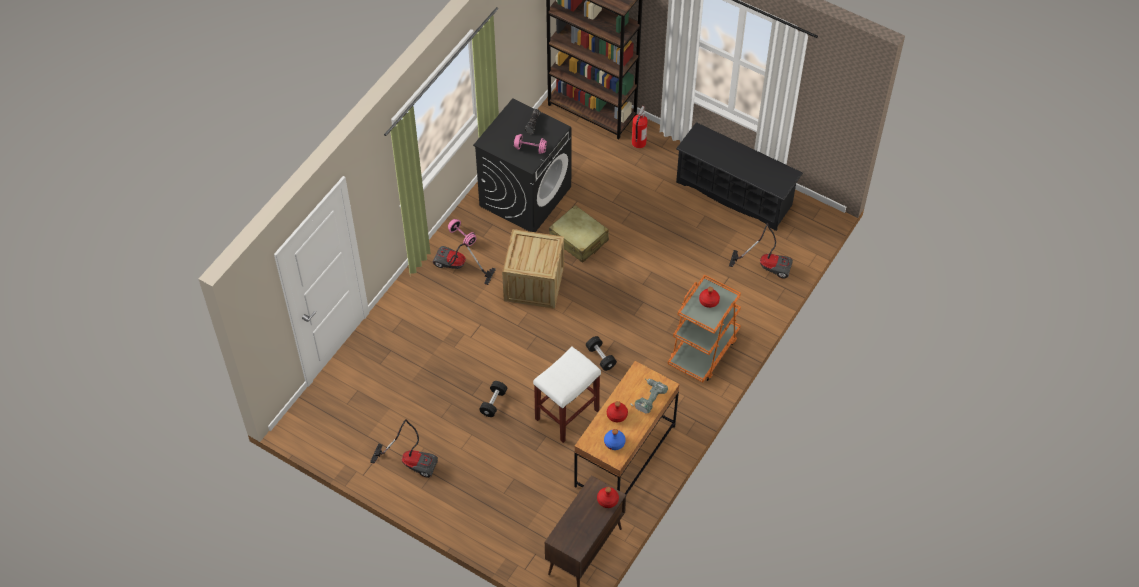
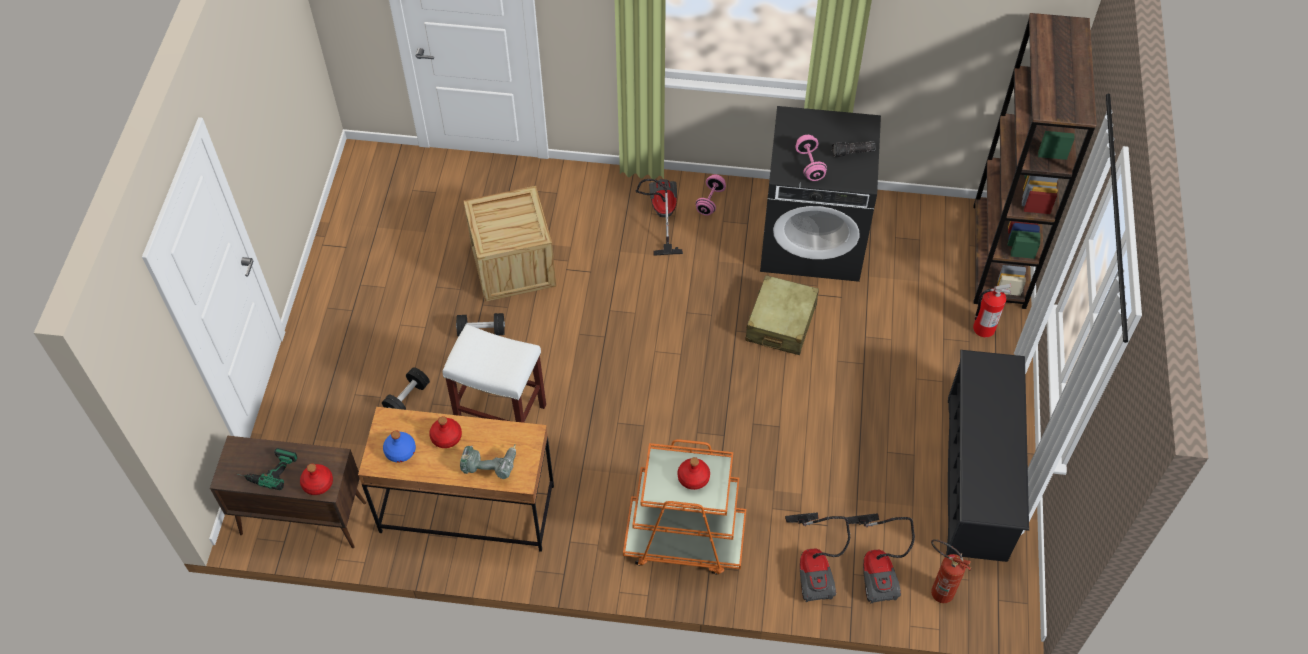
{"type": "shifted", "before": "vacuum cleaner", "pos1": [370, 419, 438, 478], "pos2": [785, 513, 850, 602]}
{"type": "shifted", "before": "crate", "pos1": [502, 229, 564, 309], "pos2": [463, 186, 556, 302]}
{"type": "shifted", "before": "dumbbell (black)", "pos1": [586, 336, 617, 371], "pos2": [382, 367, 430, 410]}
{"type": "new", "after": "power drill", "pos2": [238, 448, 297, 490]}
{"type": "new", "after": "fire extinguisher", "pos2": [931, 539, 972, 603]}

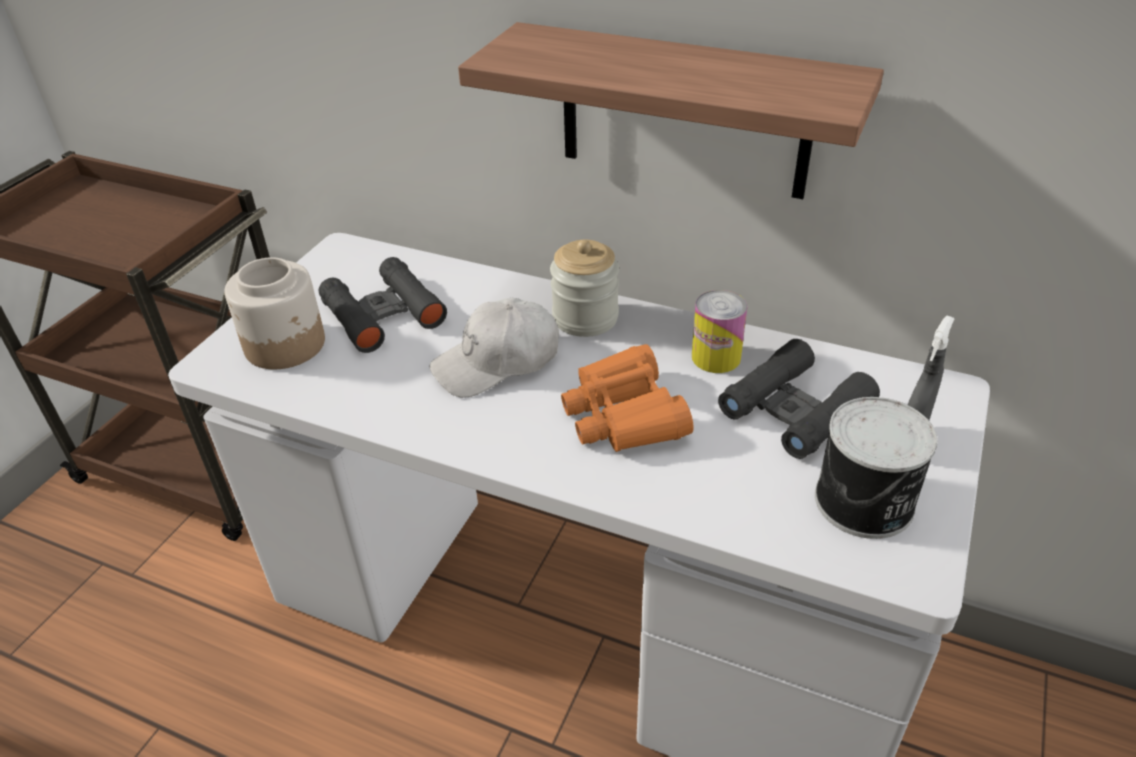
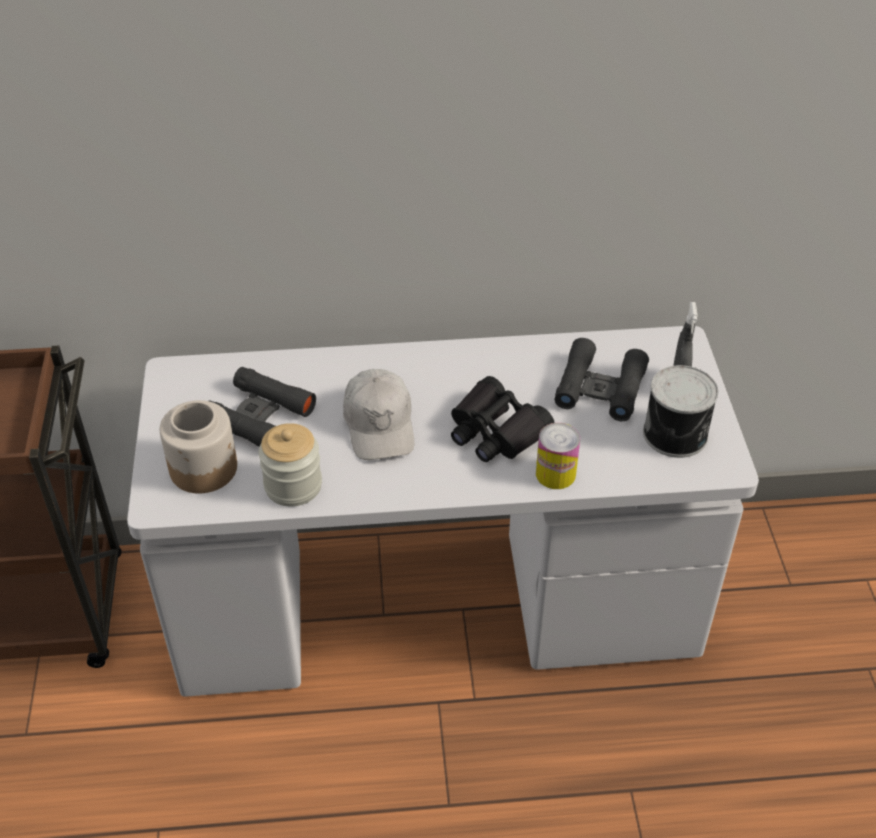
{"type": "rotated", "before": "cap (white)", "pos1": [430, 298, 559, 398], "pos2": [343, 369, 414, 460], "turn": -45}
{"type": "gone", "before": "shelf", "pos1": [458, 22, 884, 199]}
{"type": "shifted", "before": "jar", "pos1": [550, 239, 619, 337], "pos2": [259, 423, 322, 507]}
{"type": "repainted", "before": "binoculars (orange)", "after": "binoculars (black)", "pos1": [561, 344, 694, 452], "pos2": [451, 376, 554, 462]}
{"type": "shifted", "before": "can", "pos1": [692, 290, 747, 373], "pos2": [536, 423, 580, 489]}

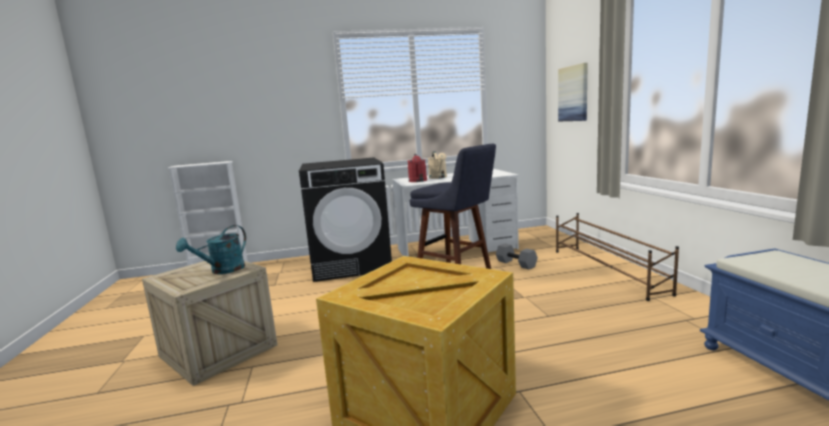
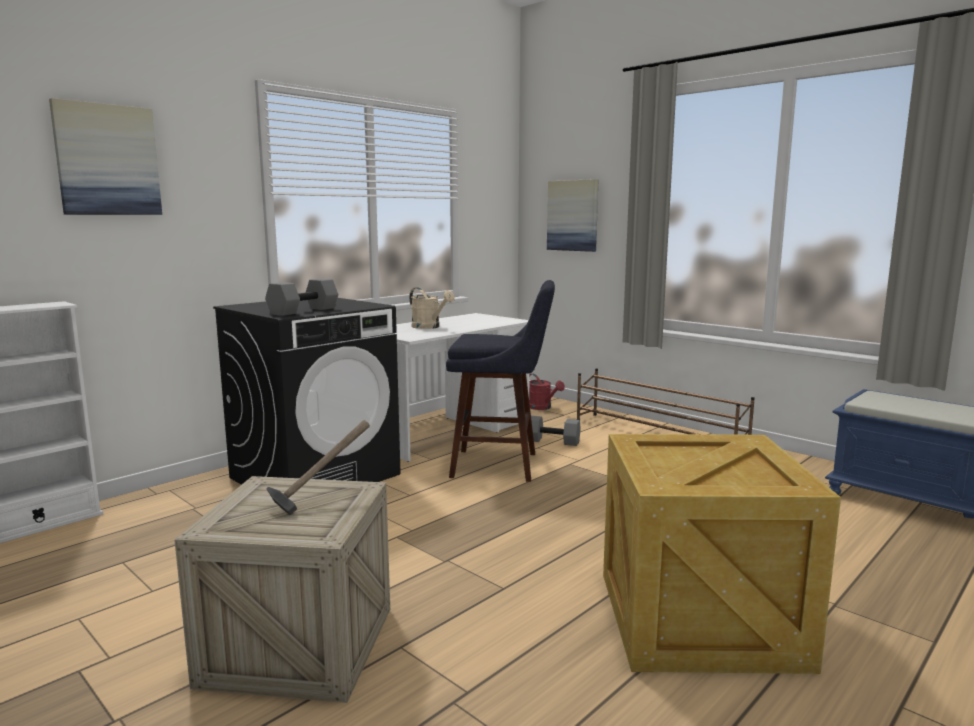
{"type": "swapped", "before": "watering can (turquoise)", "after": "hammer", "pos1": [176, 225, 246, 274], "pos2": [266, 420, 370, 515]}
{"type": "shifted", "before": "watering can (red)", "pos1": [407, 154, 427, 182], "pos2": [529, 374, 565, 410]}
{"type": "new", "after": "picture", "pos2": [49, 98, 162, 215]}
{"type": "new", "after": "dumbbell (grey)", "pos2": [265, 279, 338, 316]}

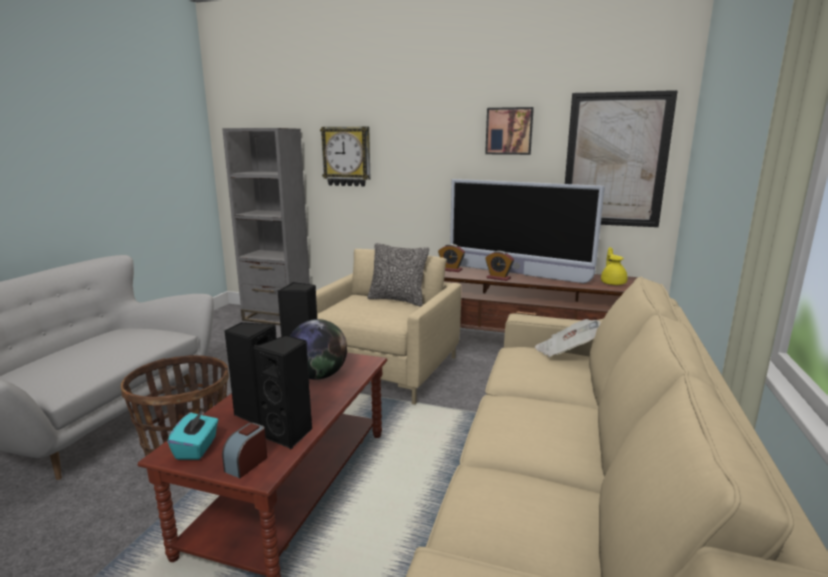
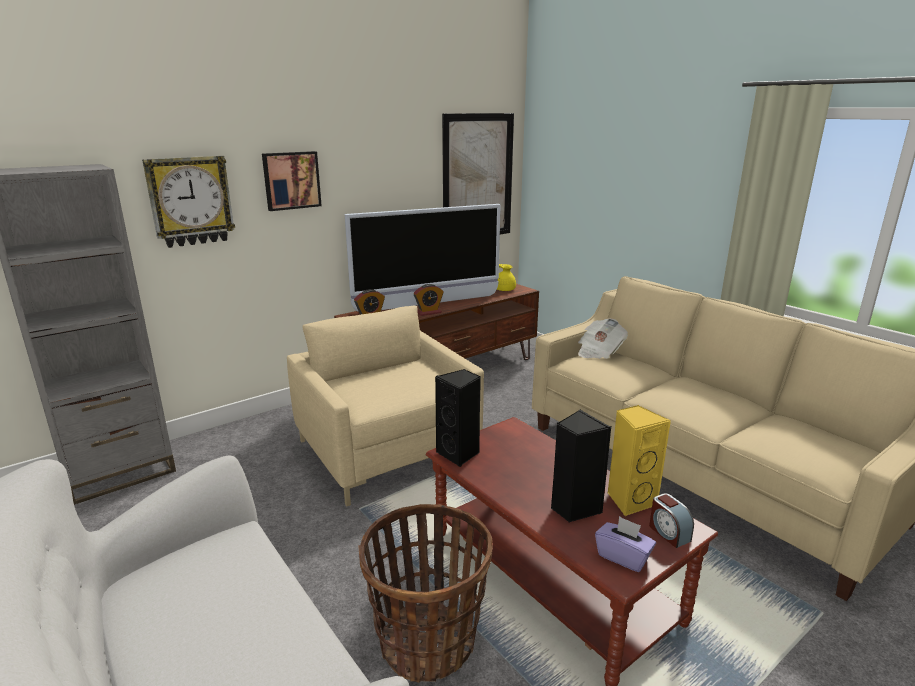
{"type": "repainted", "before": "tissue box (turquoise)", "after": "tissue box (purple)", "pos1": [167, 411, 218, 460], "pos2": [595, 516, 656, 572]}
{"type": "repainted", "before": "speaker (black)", "after": "speaker (yellow)", "pos1": [252, 335, 313, 449], "pos2": [607, 405, 671, 517]}
{"type": "gone", "before": "globe", "pos1": [290, 319, 347, 380]}
{"type": "gone", "before": "pillow", "pos1": [367, 243, 429, 306]}
{"type": "shifted", "before": "picture", "pos1": [485, 107, 534, 155], "pos2": [262, 151, 322, 211]}

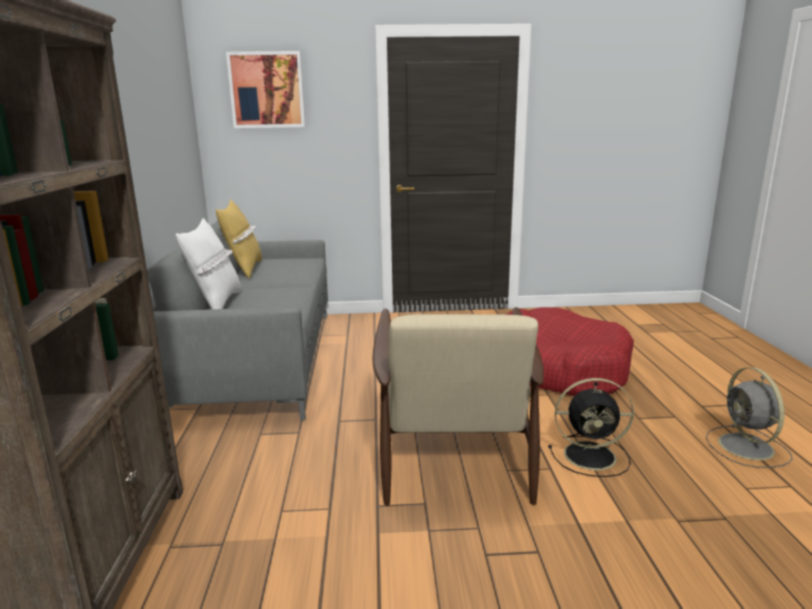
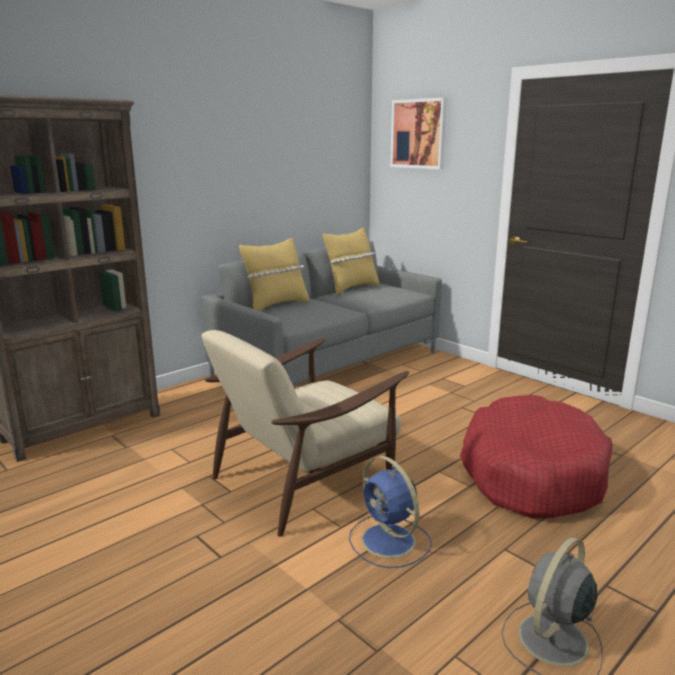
{"type": "repainted", "before": "pillow (white)", "after": "pillow (yellow)", "pos1": [176, 218, 242, 309], "pos2": [239, 238, 309, 311]}
{"type": "repainted", "before": "fan (black)", "after": "fan (blue)", "pos1": [548, 378, 634, 477], "pos2": [349, 456, 432, 568]}

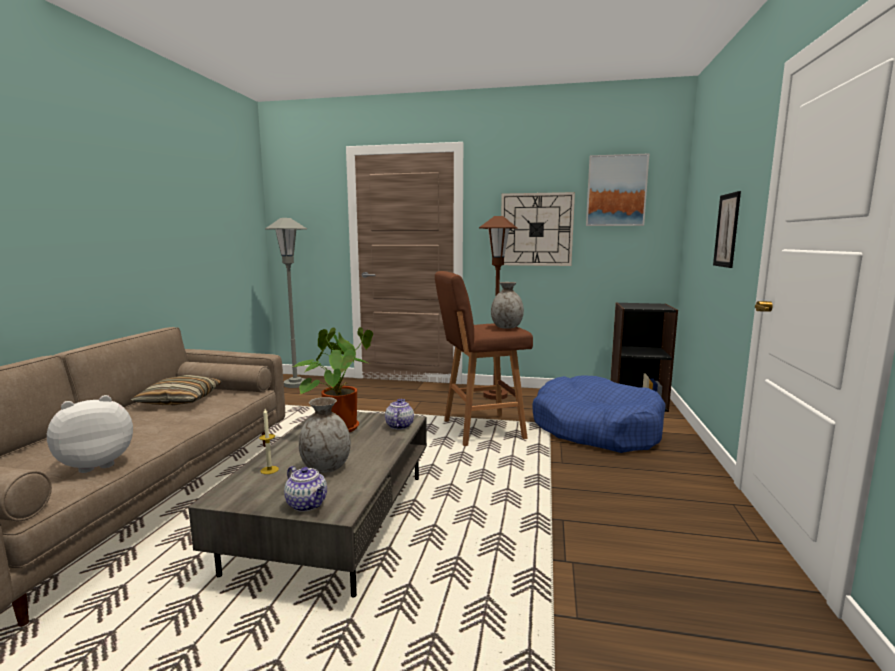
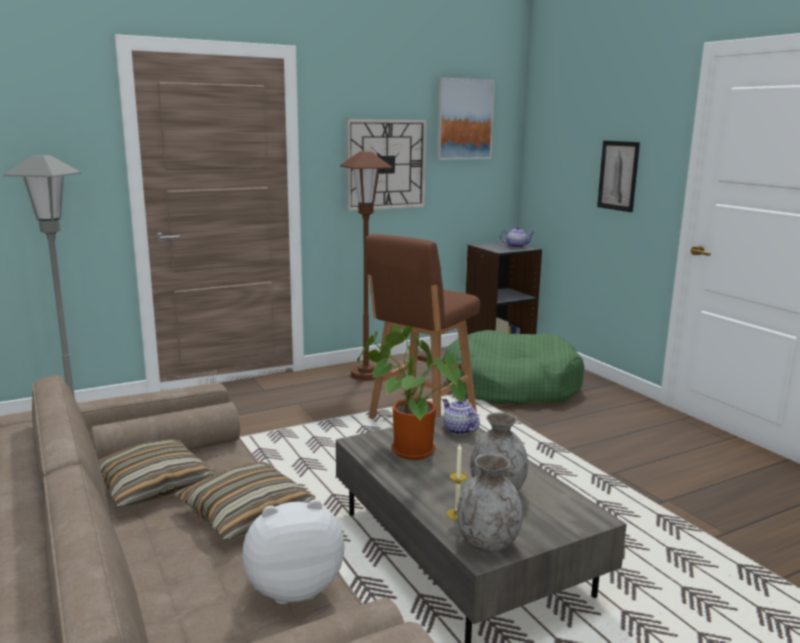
{"type": "rotated", "before": "plush toy", "pos1": [47, 395, 133, 473], "pos2": [242, 499, 345, 604], "turn": 60}
{"type": "shifted", "before": "teapot", "pos1": [284, 466, 327, 512], "pos2": [500, 226, 534, 248]}
{"type": "shifted", "before": "vase (grey)", "pos1": [491, 282, 524, 329], "pos2": [457, 454, 523, 552]}
{"type": "repainted", "before": "dog bed (blue)", "after": "dog bed (green)", "pos1": [532, 375, 666, 453], "pos2": [443, 330, 584, 404]}
{"type": "new", "after": "pillow", "pos2": [174, 461, 316, 539]}

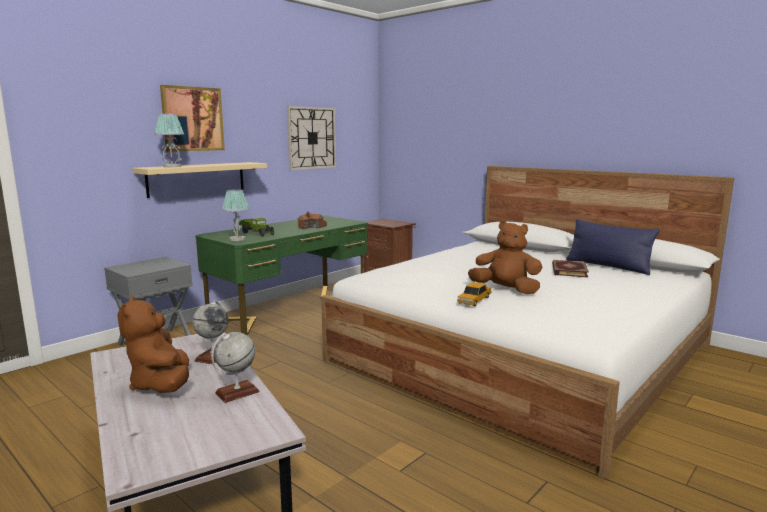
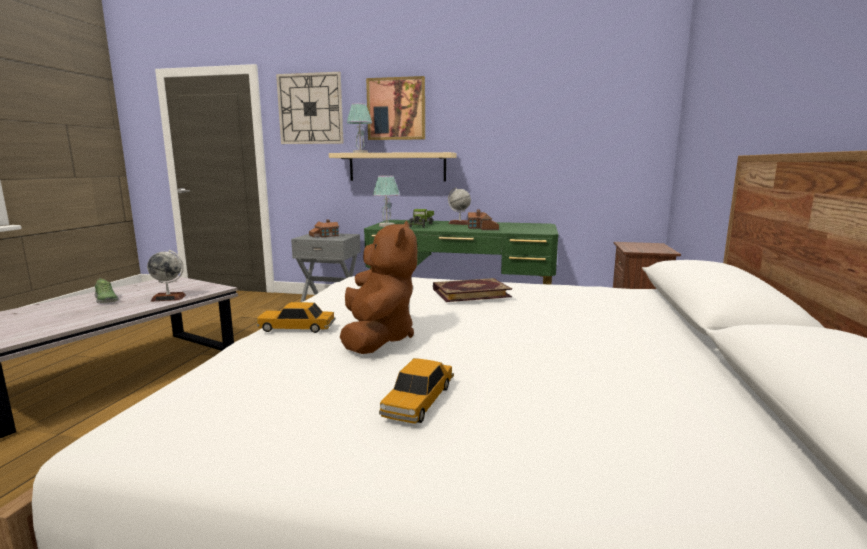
{"type": "swapped", "before": "plush toy (brown)", "after": "shoe", "pos1": [118, 296, 189, 393], "pos2": [95, 278, 119, 303]}
{"type": "shifted", "before": "globe", "pos1": [211, 332, 260, 403], "pos2": [448, 188, 471, 225]}
{"type": "shifted", "before": "wall clock", "pos1": [287, 106, 336, 170], "pos2": [276, 72, 344, 144]}
{"type": "shifted", "before": "book", "pos1": [552, 260, 589, 278], "pos2": [433, 278, 512, 302]}
{"type": "gone", "before": "pillow (blue)", "pos1": [566, 219, 660, 275]}
{"type": "new", "after": "toy house", "pos2": [309, 219, 339, 237]}
{"type": "new", "after": "toy car", "pos2": [379, 358, 454, 424]}

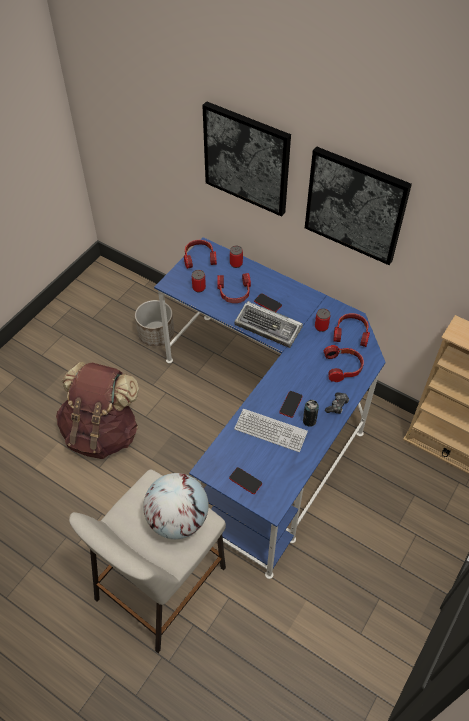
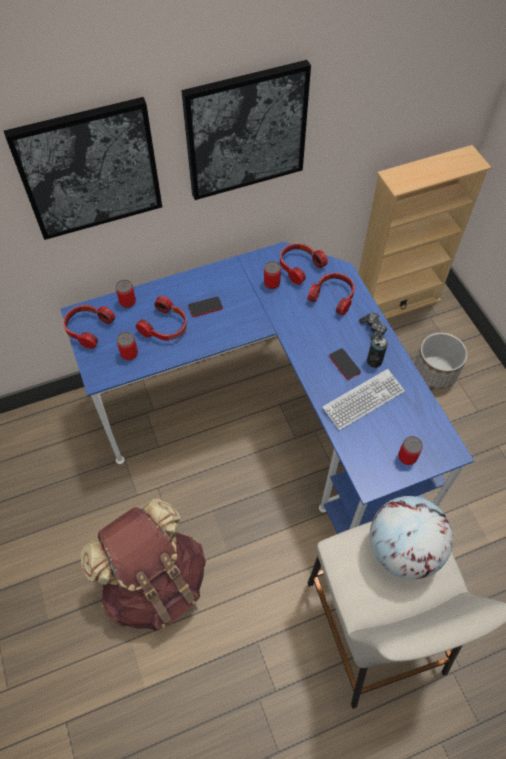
{"type": "shifted", "before": "planter", "pos1": [135, 300, 174, 346], "pos2": [414, 333, 468, 389]}
{"type": "swapped", "before": "phone", "after": "can", "pos1": [229, 467, 262, 494], "pos2": [398, 436, 423, 465]}
{"type": "gone", "before": "keyboard", "pos1": [234, 301, 303, 348]}

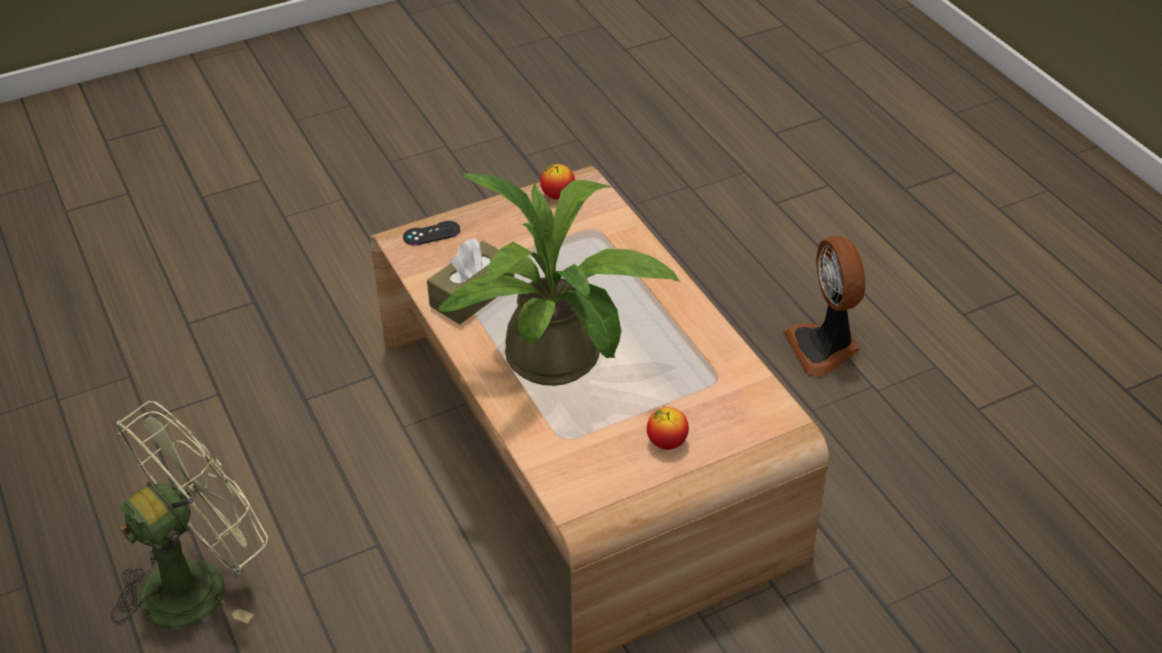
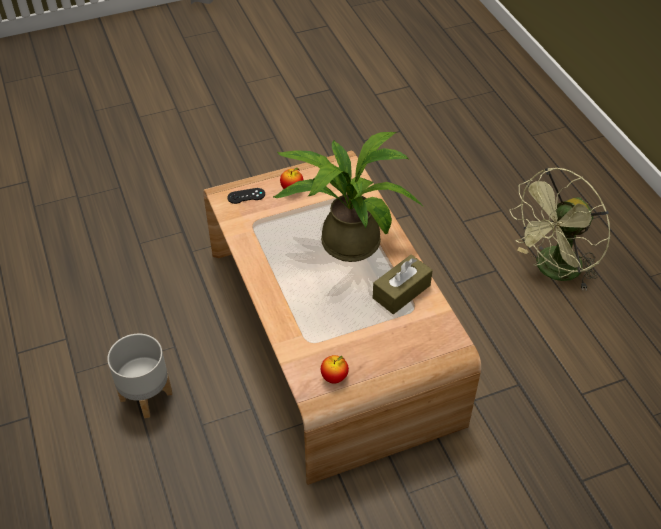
{"type": "shifted", "before": "game controller (black)", "pos1": [403, 221, 460, 245], "pos2": [227, 188, 265, 204]}
{"type": "swapped", "before": "fan", "after": "planter (grey)", "pos1": [783, 236, 865, 377], "pos2": [107, 333, 172, 418]}

